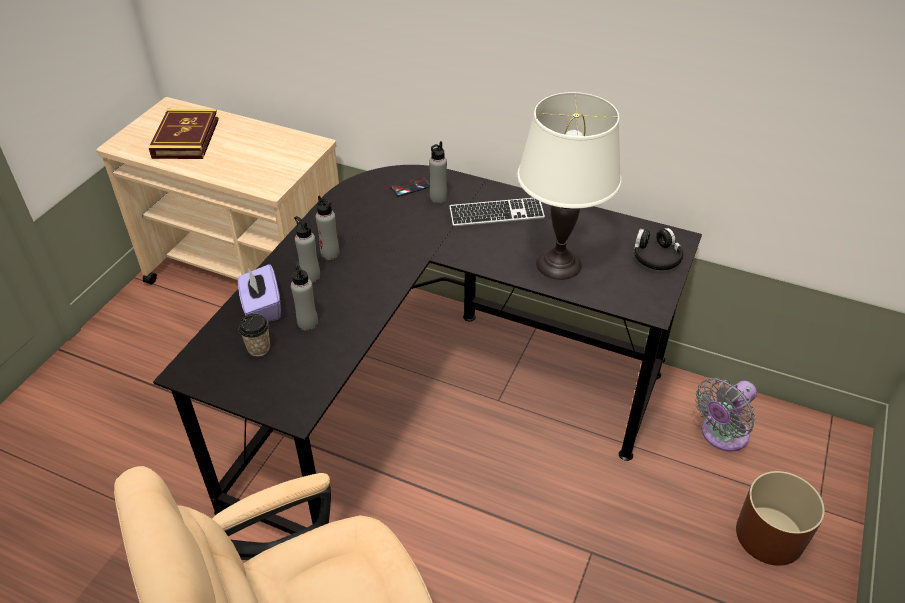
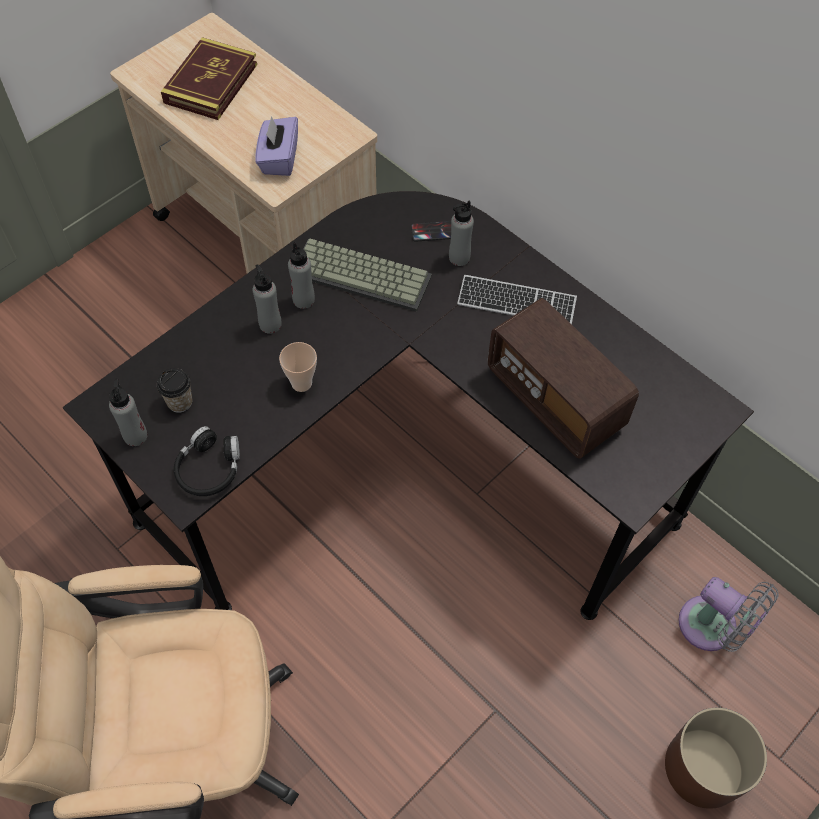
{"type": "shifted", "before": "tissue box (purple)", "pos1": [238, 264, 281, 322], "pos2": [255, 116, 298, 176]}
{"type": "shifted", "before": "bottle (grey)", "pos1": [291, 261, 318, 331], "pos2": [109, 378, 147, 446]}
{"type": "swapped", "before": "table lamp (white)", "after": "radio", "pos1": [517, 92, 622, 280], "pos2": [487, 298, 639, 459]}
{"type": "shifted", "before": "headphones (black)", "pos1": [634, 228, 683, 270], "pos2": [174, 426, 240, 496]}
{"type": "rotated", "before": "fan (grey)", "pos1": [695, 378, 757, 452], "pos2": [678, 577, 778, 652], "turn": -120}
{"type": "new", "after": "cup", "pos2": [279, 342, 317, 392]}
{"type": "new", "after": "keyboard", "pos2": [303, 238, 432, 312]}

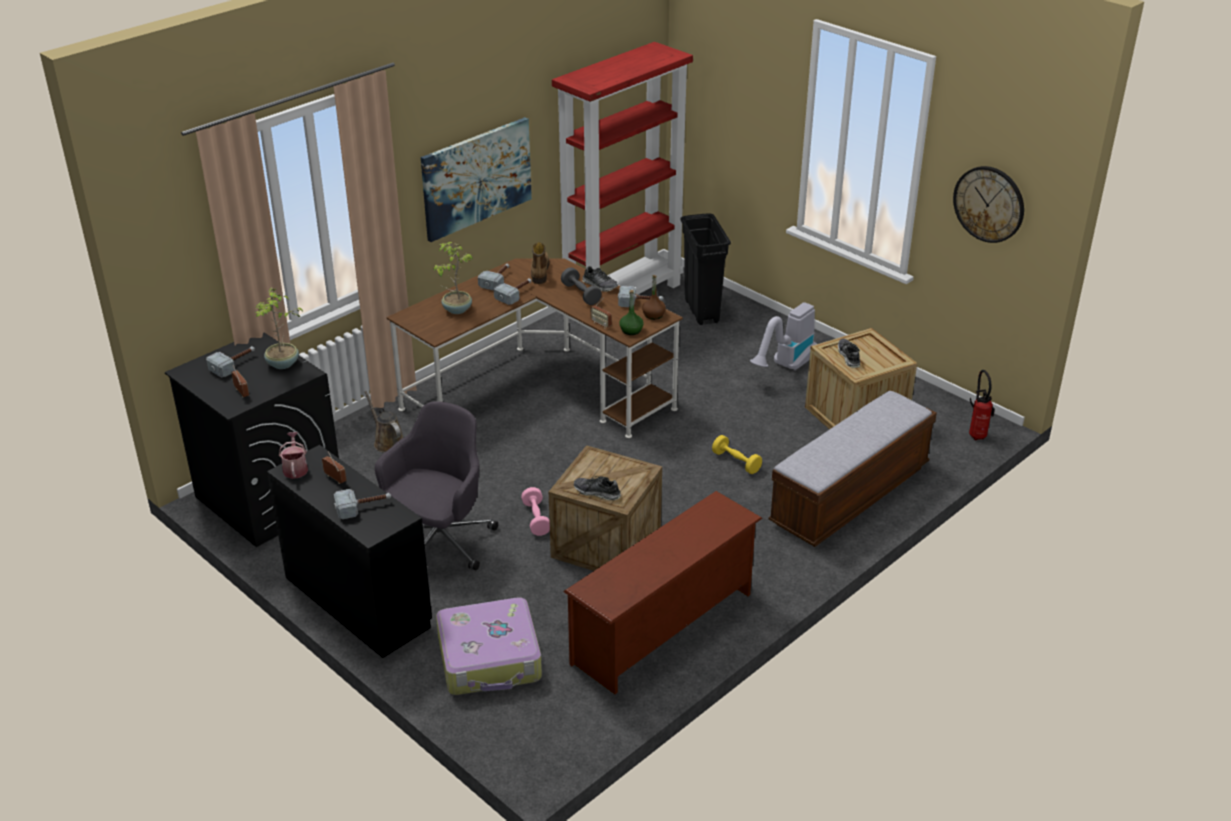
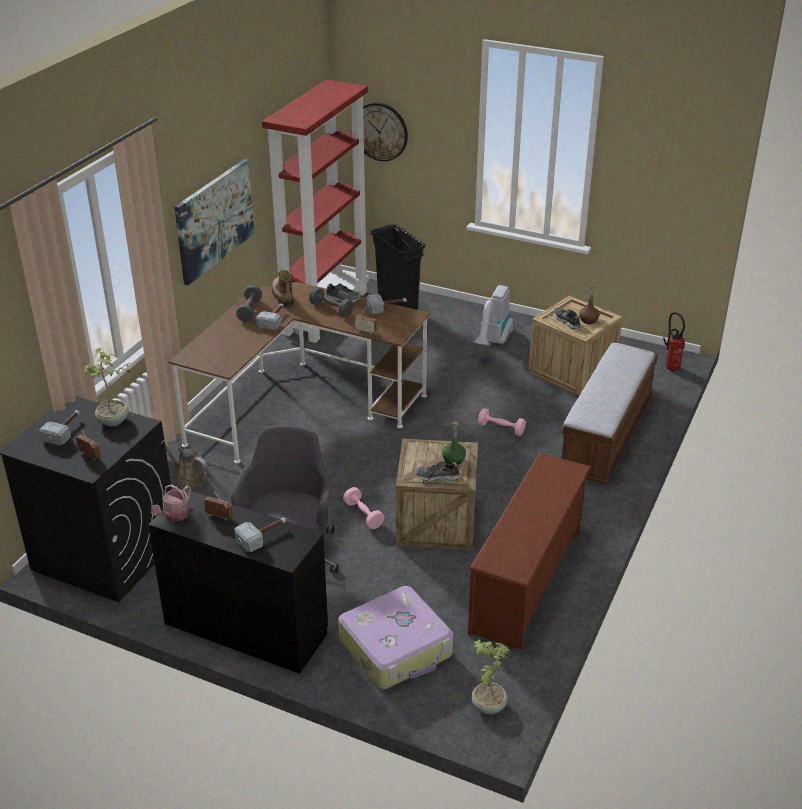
{"type": "rotated", "before": "watering can", "pos1": [279, 432, 308, 479], "pos2": [151, 485, 191, 521], "turn": -120}
{"type": "shifted", "before": "potted plant", "pos1": [434, 242, 473, 314], "pos2": [471, 639, 511, 714]}
{"type": "swapped", "before": "hammer", "after": "dumbbell (grey)", "pos1": [478, 264, 509, 291], "pos2": [236, 285, 262, 322]}
{"type": "shifted", "before": "bottle (green)", "pos1": [619, 290, 644, 335], "pos2": [442, 422, 466, 465]}
{"type": "shifted", "before": "bottle (brown)", "pos1": [642, 275, 666, 320], "pos2": [579, 286, 600, 324]}
{"type": "repainted", "before": "dumbbell (yellow)", "after": "dumbbell (pink)", "pos1": [712, 435, 762, 474], "pos2": [478, 408, 526, 436]}
{"type": "shifted", "before": "wall clock", "pos1": [953, 166, 1024, 243], "pos2": [363, 102, 408, 161]}

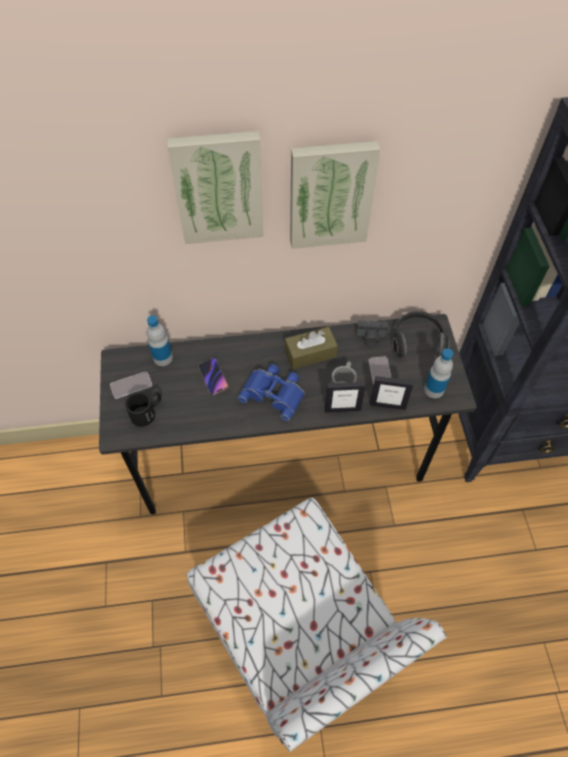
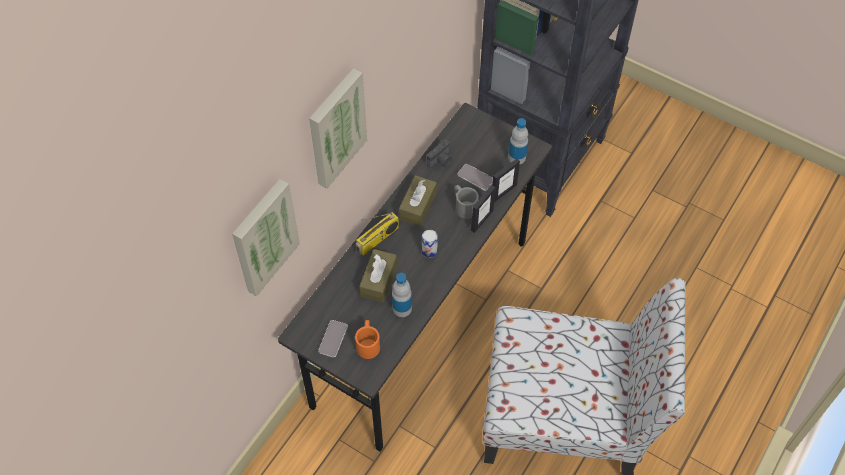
{"type": "repainted", "before": "mug (black)", "after": "mug (orange)", "pos1": [125, 391, 161, 427], "pos2": [355, 320, 380, 359]}
{"type": "shifted", "before": "bottle", "pos1": [147, 315, 173, 366], "pos2": [392, 273, 412, 317]}
{"type": "swapped", "before": "phone", "after": "tissue box (brown)", "pos1": [198, 358, 229, 395], "pos2": [359, 249, 397, 302]}
{"type": "swapped", "before": "binoculars (blue)", "after": "can", "pos1": [237, 364, 305, 421], "pos2": [422, 230, 438, 258]}
{"type": "shifted", "before": "picture", "pos1": [290, 141, 380, 249], "pos2": [232, 179, 300, 296]}
{"type": "gone", "before": "headphones", "pos1": [393, 311, 449, 358]}
{"type": "new", "after": "radio", "pos2": [356, 212, 399, 256]}

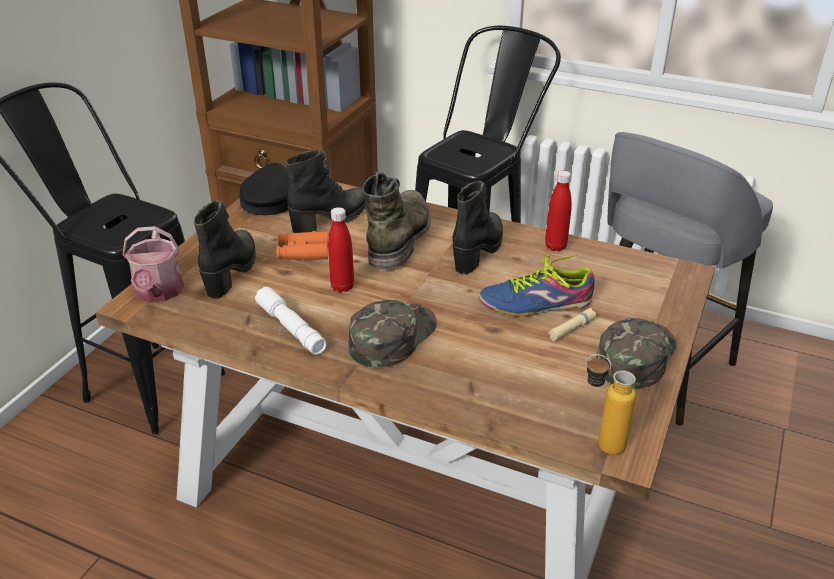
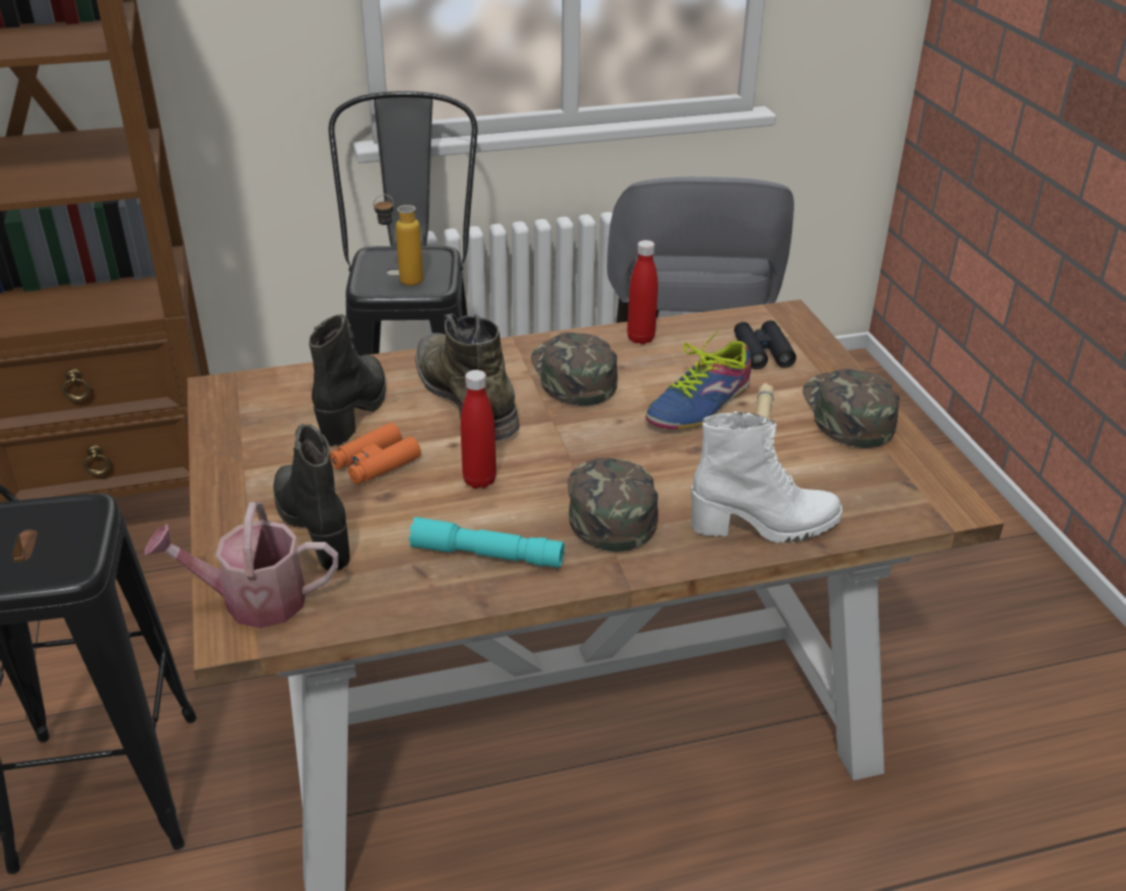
{"type": "rotated", "before": "watering can", "pos1": [123, 226, 184, 303], "pos2": [144, 502, 339, 628], "turn": 135}
{"type": "gone", "before": "cap (black)", "pos1": [239, 163, 289, 215]}
{"type": "repainted", "before": "flashlight (white)", "after": "flashlight (turquoise)", "pos1": [255, 286, 327, 355], "pos2": [409, 517, 564, 568]}
{"type": "swapped", "before": "boot (black)", "after": "cap (green)", "pos1": [453, 181, 503, 274], "pos2": [531, 333, 618, 406]}
{"type": "shifted", "before": "bottle", "pos1": [586, 354, 636, 455], "pos2": [373, 194, 423, 286]}
{"type": "new", "after": "boot (white)", "pos2": [692, 411, 843, 543]}
{"type": "new", "after": "binoculars (black)", "pos2": [734, 320, 796, 369]}

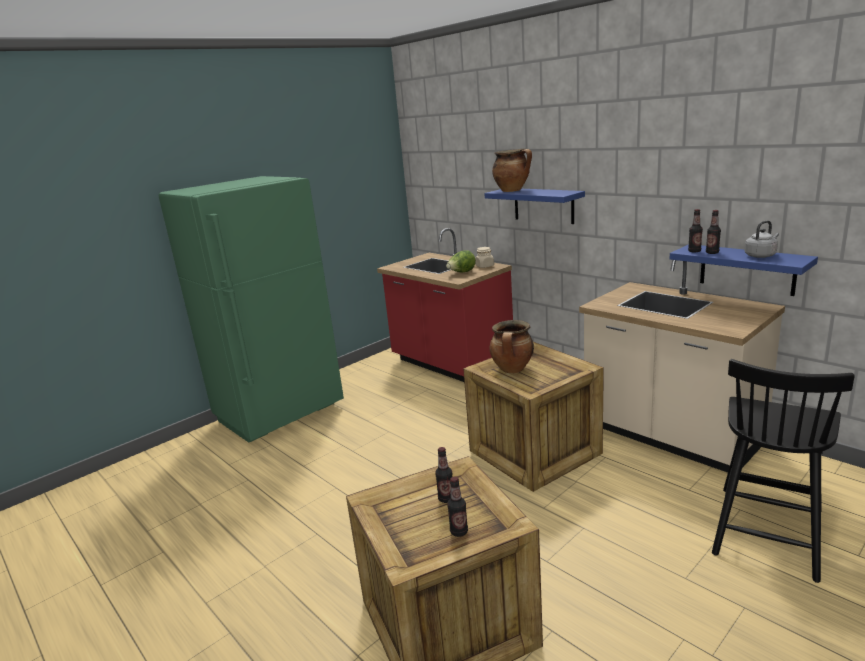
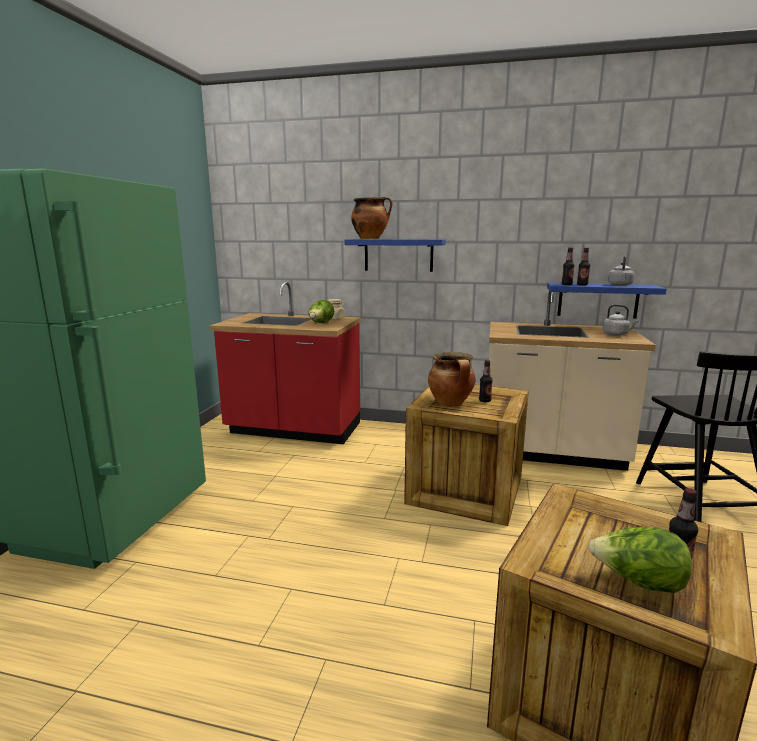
{"type": "shifted", "before": "bottle", "pos1": [435, 447, 453, 503], "pos2": [479, 360, 493, 402]}
{"type": "new", "after": "lettuce", "pos2": [588, 527, 692, 593]}
{"type": "new", "after": "kettle (grey)", "pos2": [602, 304, 639, 336]}

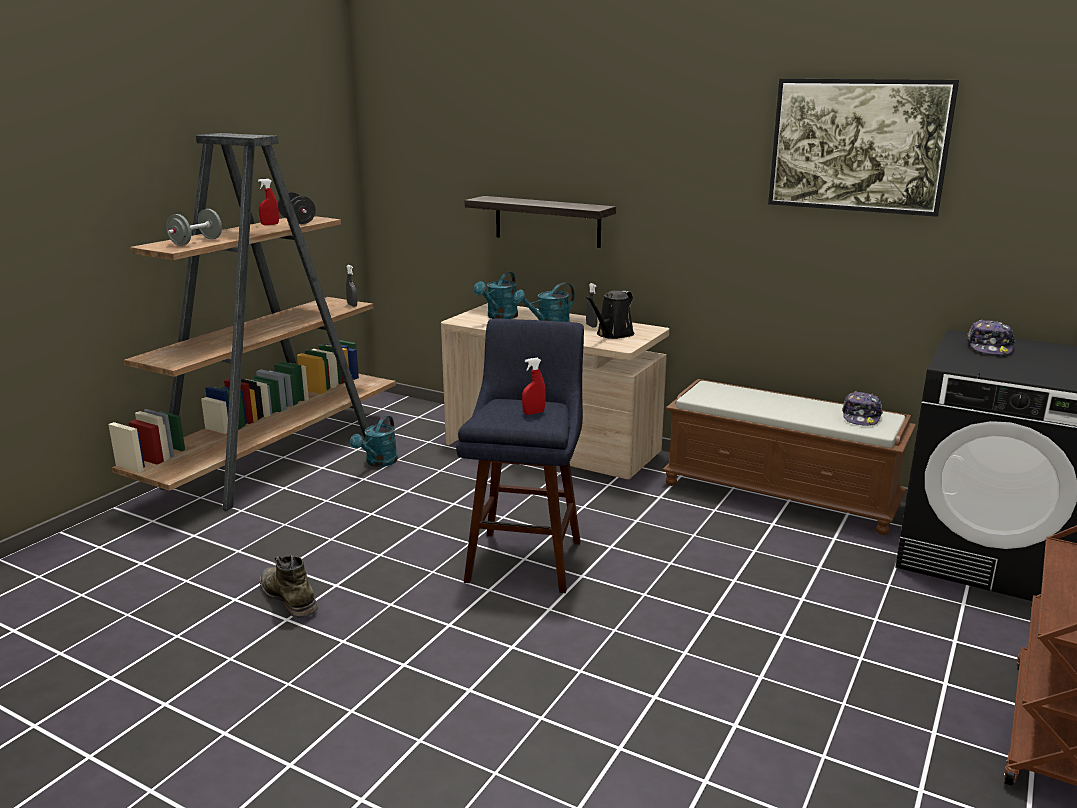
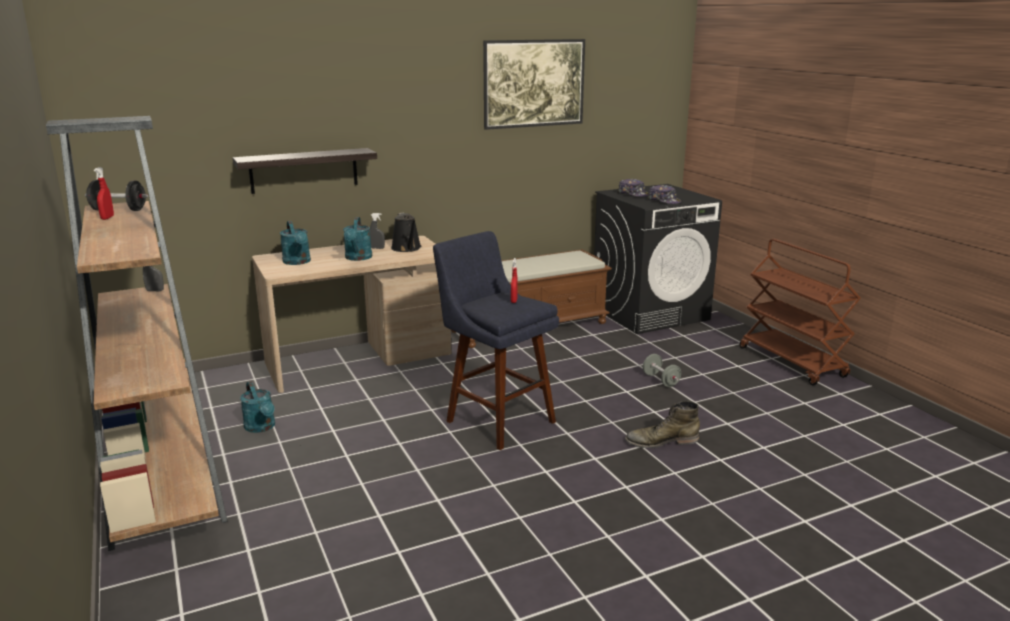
{"type": "shifted", "before": "dumbbell (grey)", "pos1": [166, 209, 222, 246], "pos2": [643, 354, 681, 387]}
{"type": "shifted", "before": "boot (green)", "pos1": [260, 555, 318, 618], "pos2": [625, 401, 700, 448]}
{"type": "shifted", "before": "cap", "pos1": [842, 391, 883, 426], "pos2": [647, 185, 681, 204]}

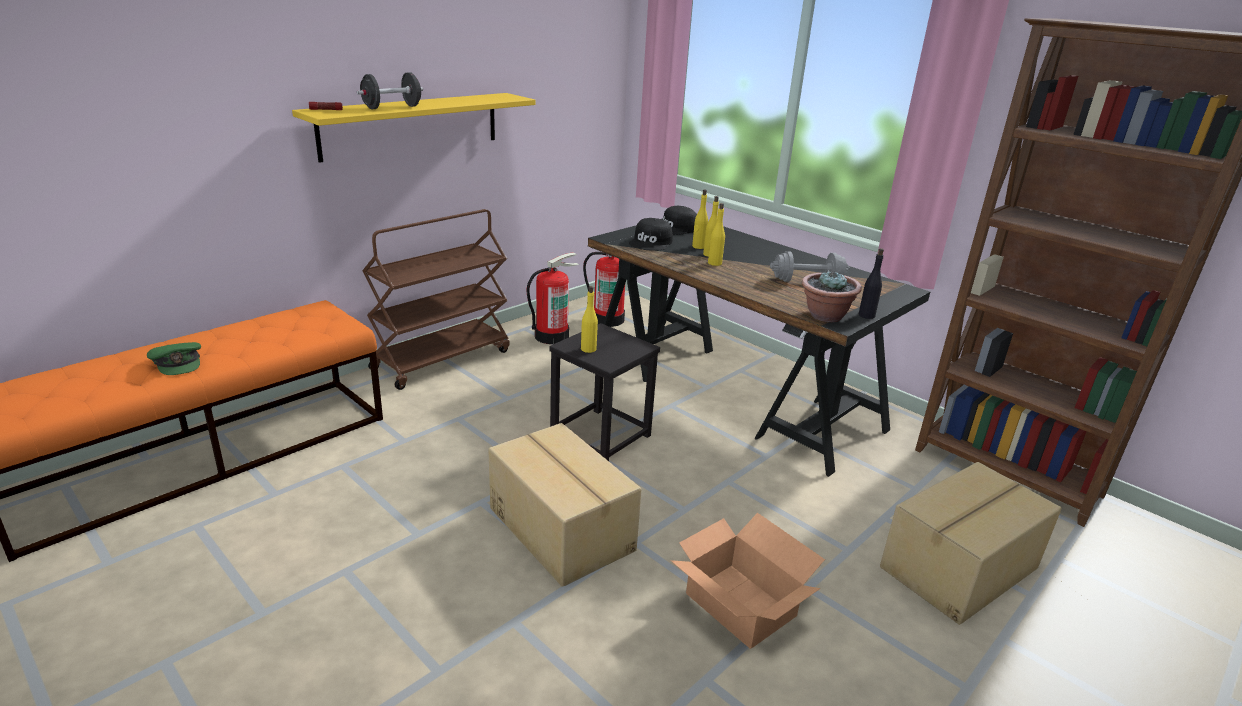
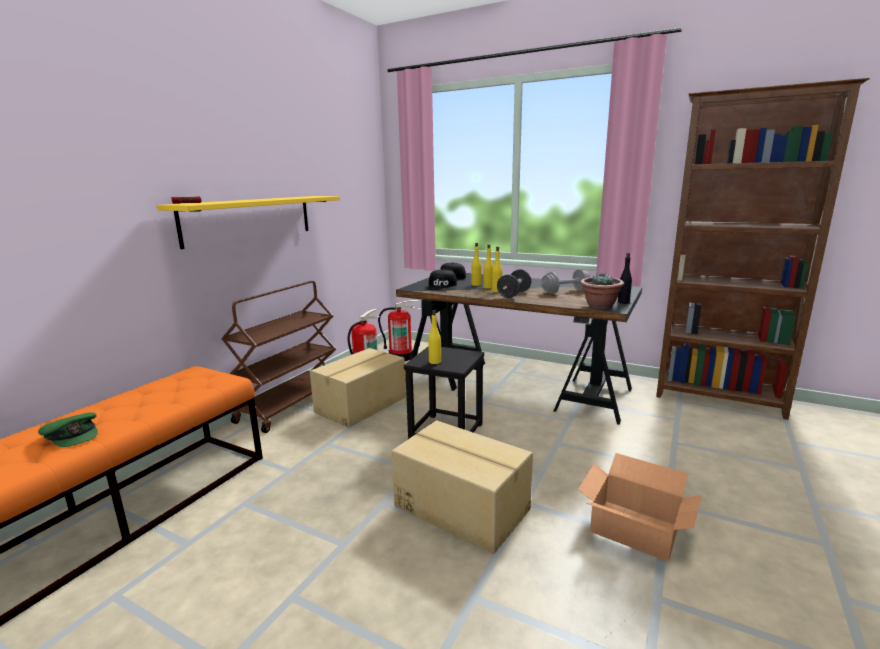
{"type": "shifted", "before": "dumbbell (black)", "pos1": [357, 72, 423, 109], "pos2": [497, 269, 531, 298]}
{"type": "shifted", "before": "cardboard box", "pos1": [880, 462, 1062, 625], "pos2": [310, 348, 406, 427]}

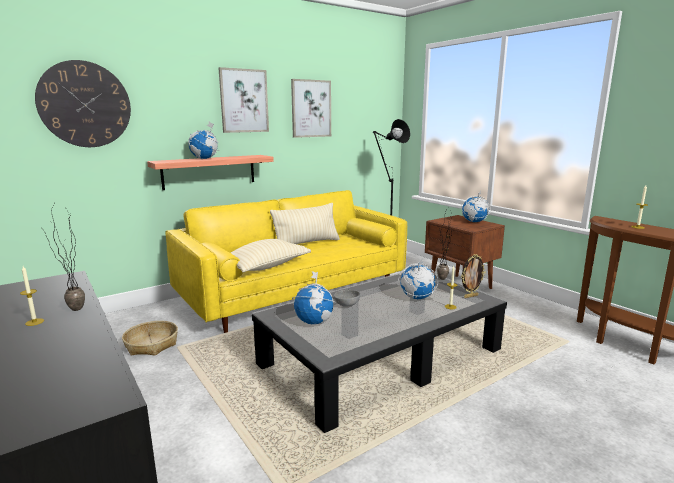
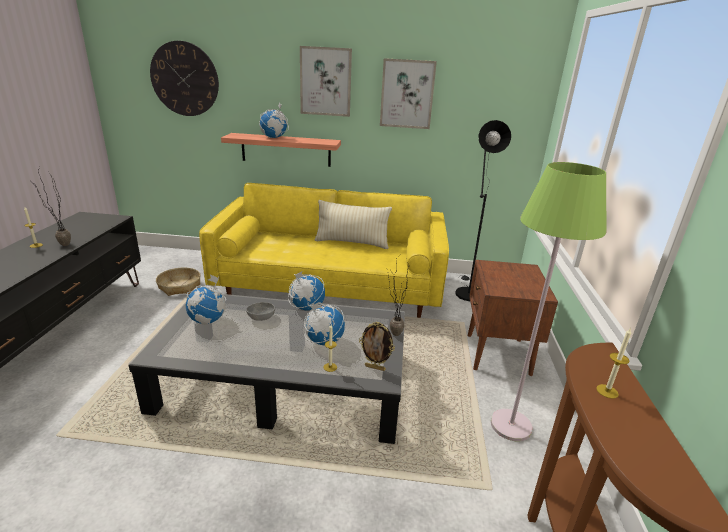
{"type": "gone", "before": "pillow (beige)", "pos1": [231, 239, 311, 272]}
{"type": "shifted", "before": "globe", "pos1": [461, 192, 491, 222], "pos2": [288, 271, 325, 311]}
{"type": "new", "after": "floor lamp (green)", "pos2": [491, 162, 606, 441]}

